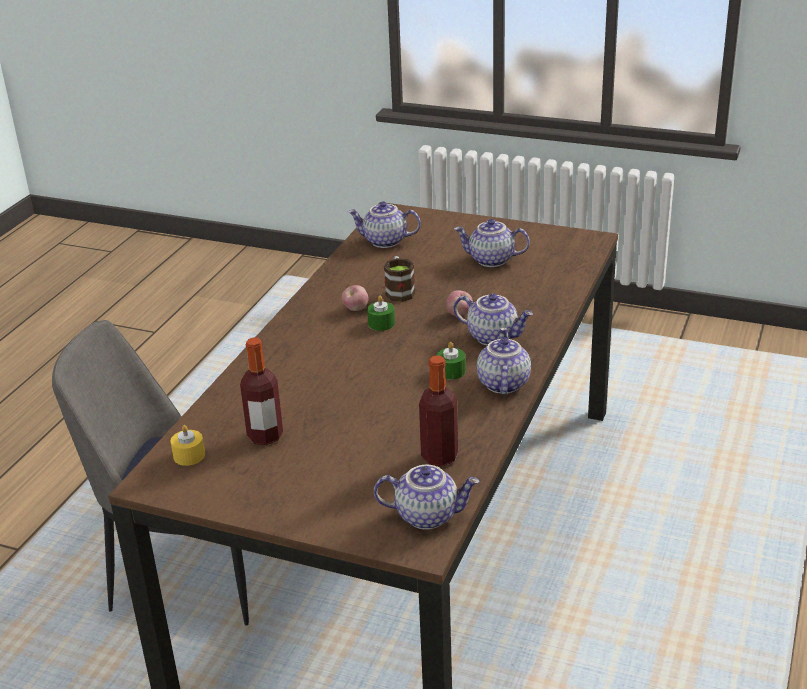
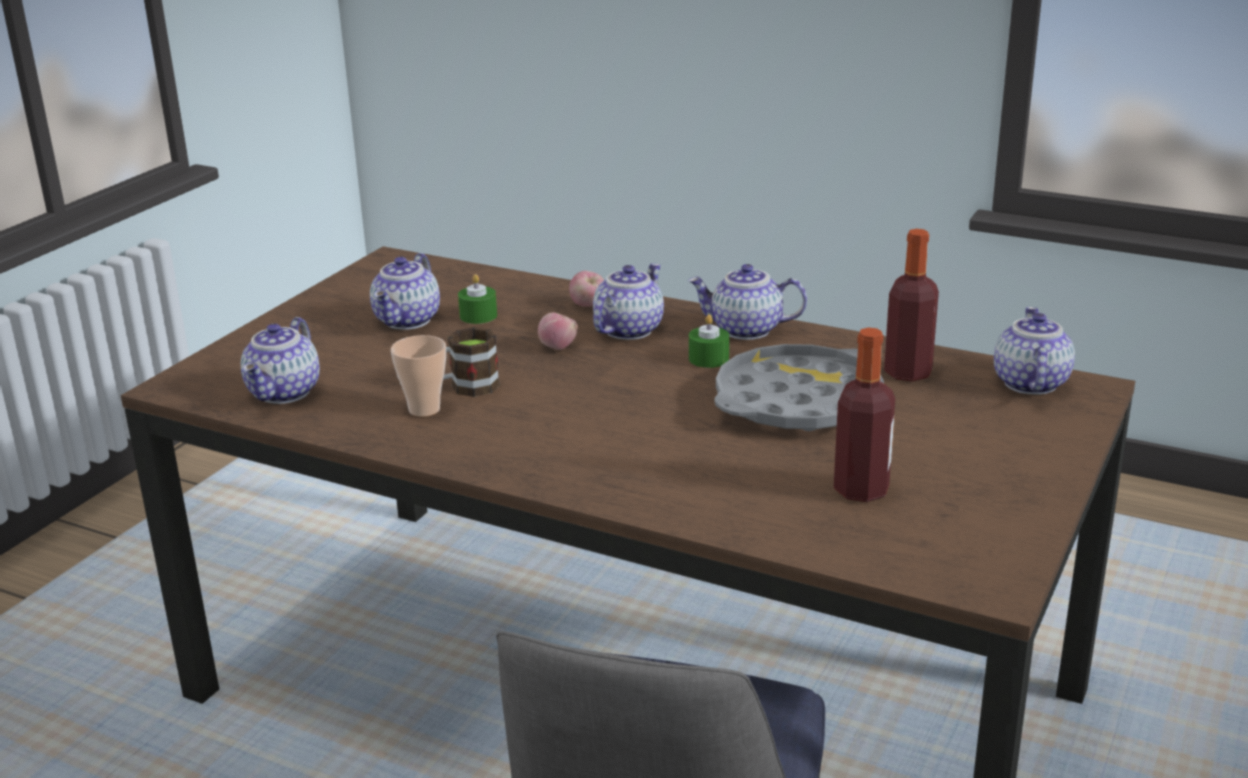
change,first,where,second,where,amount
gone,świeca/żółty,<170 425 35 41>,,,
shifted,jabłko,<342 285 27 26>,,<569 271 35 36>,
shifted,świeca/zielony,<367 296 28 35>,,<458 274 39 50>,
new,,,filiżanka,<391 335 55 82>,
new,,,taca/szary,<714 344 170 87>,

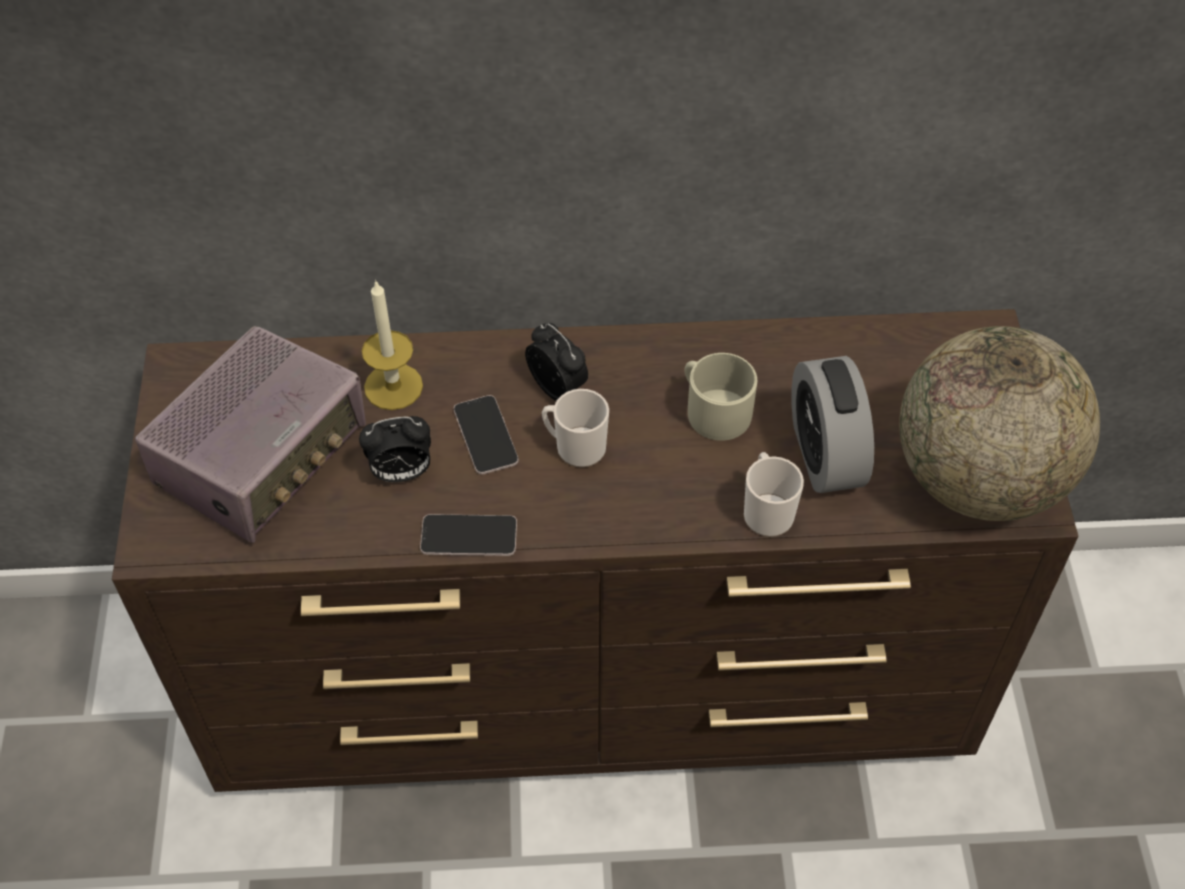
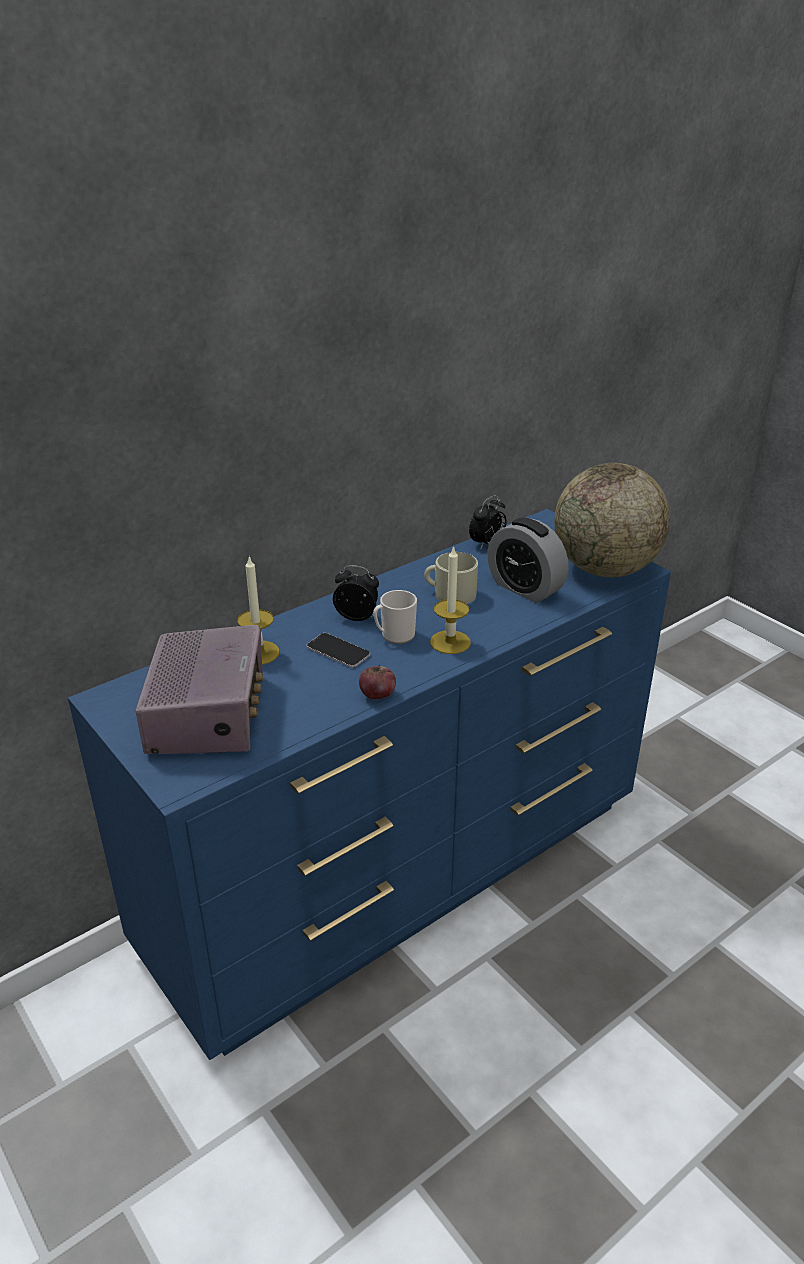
change,first,where,second,where,amount
repainted,komoda/brązowy,<112 309 966 483>,komoda/niebieski,<68 509 603 551>,
shifted,budzik,<359 416 72 66>,,<469 495 37 55>,
swapped,telefon,<420 514 97 42>,jabłko,<359 665 37 34>,
gone,kubek,<744 452 60 85>,,,
new,,,świeca,<430 546 41 108>,

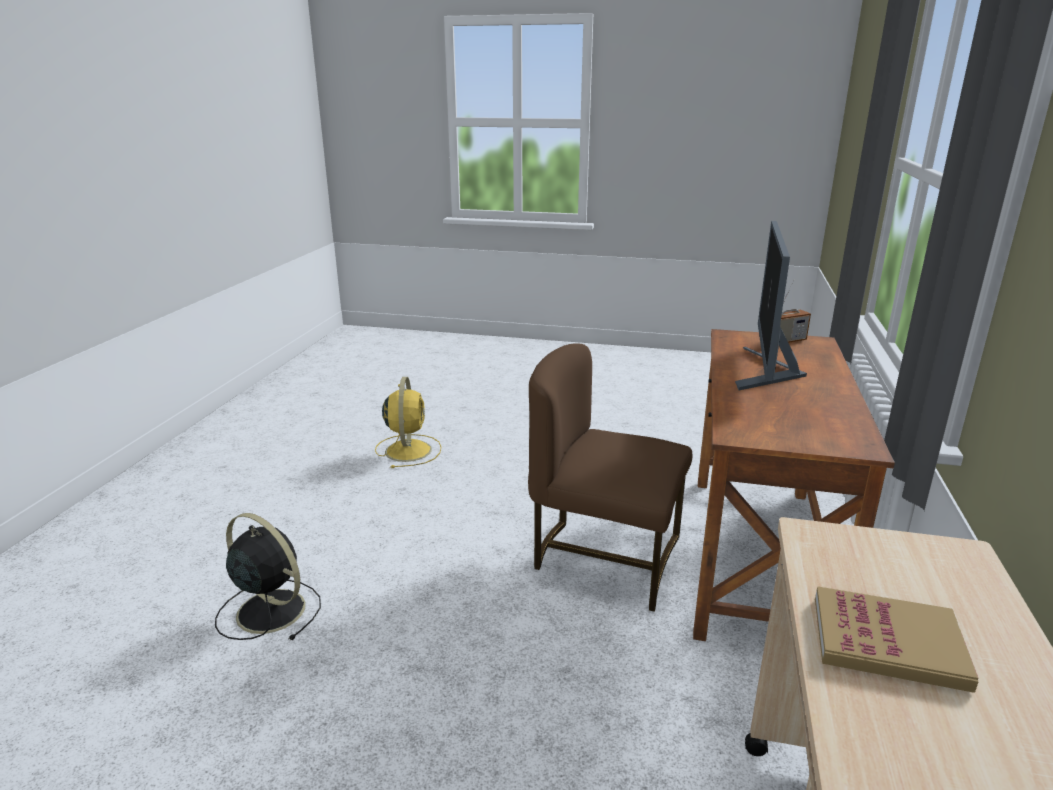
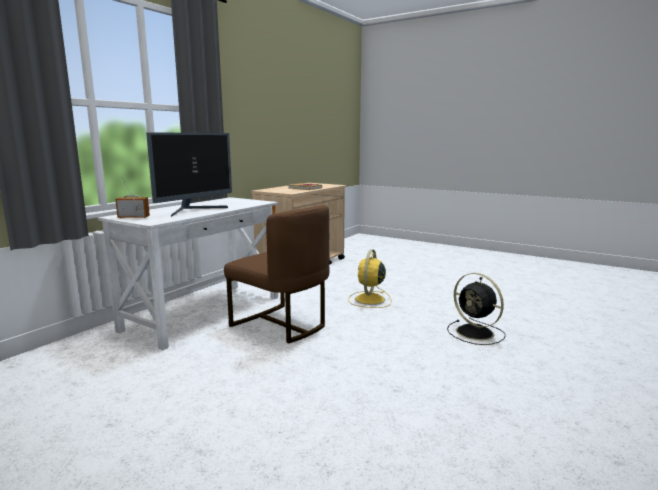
change,first,where,second,where,amount
shifted,wentylator/żółty,<375 377 66 91>,,<348 249 44 59>,
repainted,biurko/brązowy,<693 329 202 312>,biurko/biały,<98 197 180 153>,

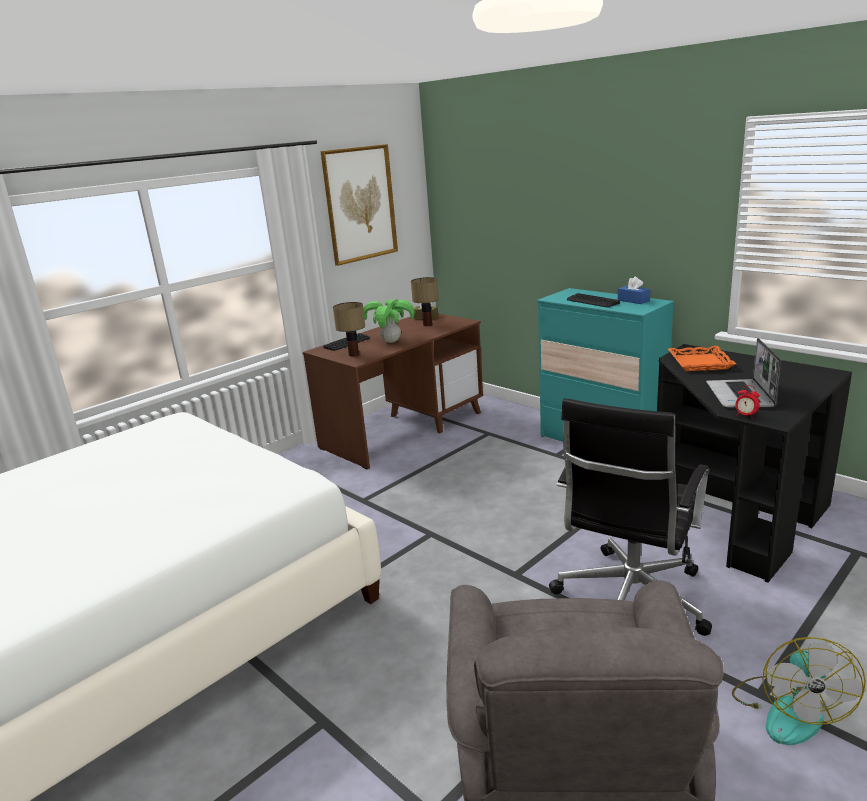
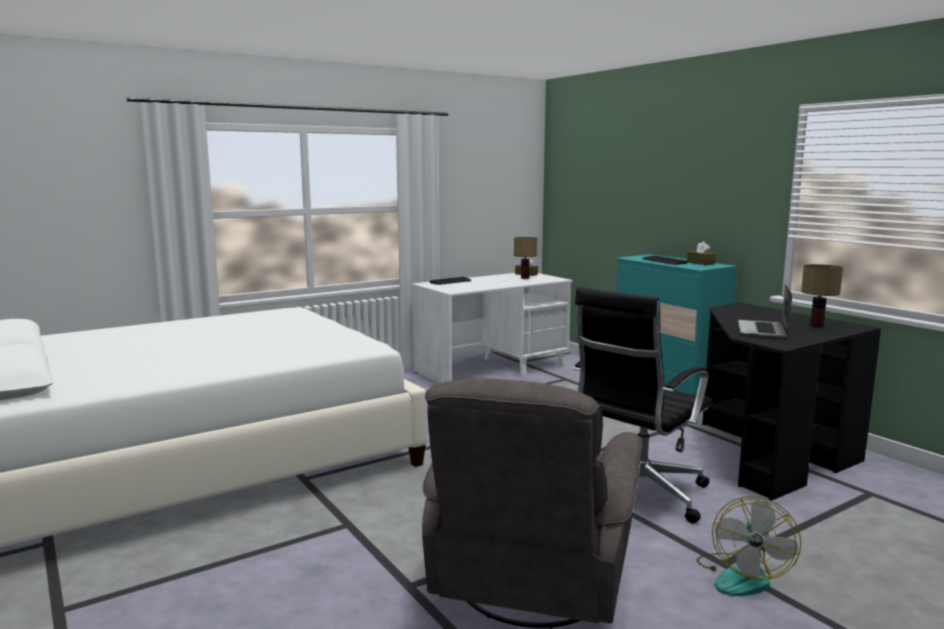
change,first,where,second,where,amount
repainted,biurko/brązowy,<303 314 180 155>,biurko/biały,<411 273 161 110>,
gone,obraz,<320 144 78 122>,,,
shifted,lampa stołowa,<333 302 32 55>,,<801 264 42 64>,
gone,roślina doniczkowa,<363 299 52 44>,,,
repainted,pudełko chusteczek/niebieski,<618 277 32 27>,pudełko chusteczek/brązowy,<687 242 29 23>,
gone,taca/pomarańczowy,<668 346 68 25>,,,
gone,budzik,<735 385 25 34>,,,

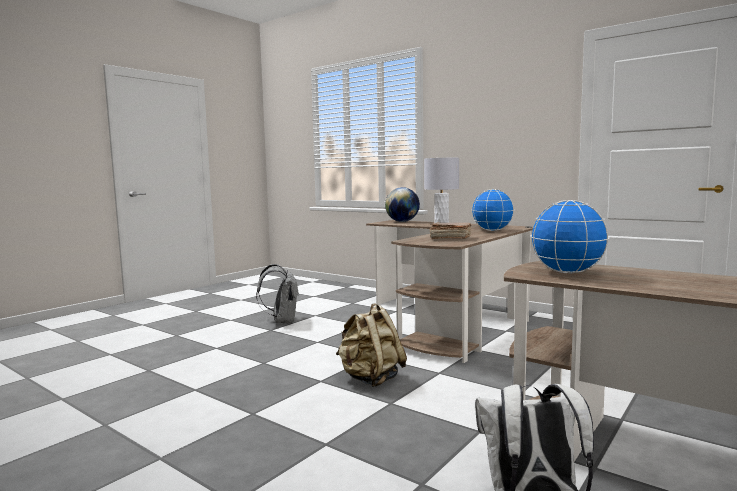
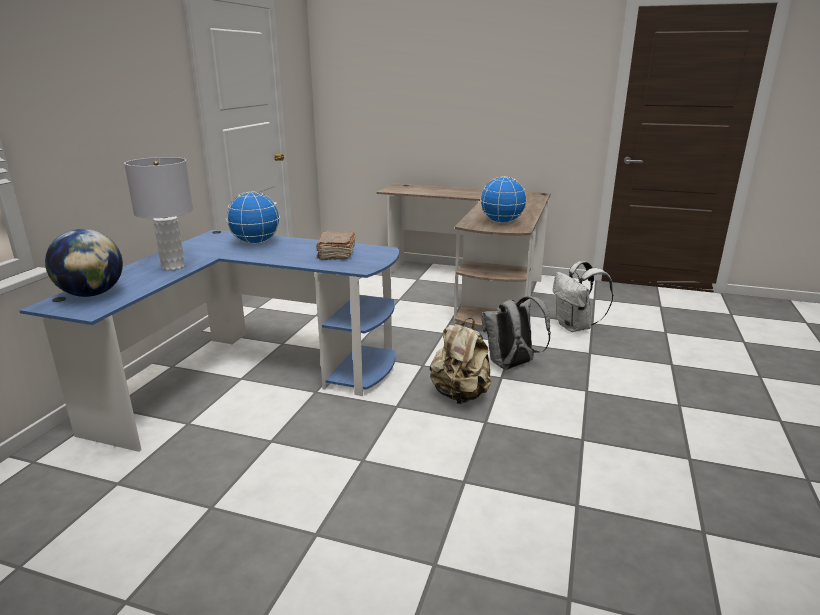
change,first,where,second,where,amount
shifted,plecak/szary,<256 264 43 60>,,<482 296 69 73>,
repainted,biurko/brązowy,<366 220 167 143>,biurko/niebieski,<19 230 380 222>,

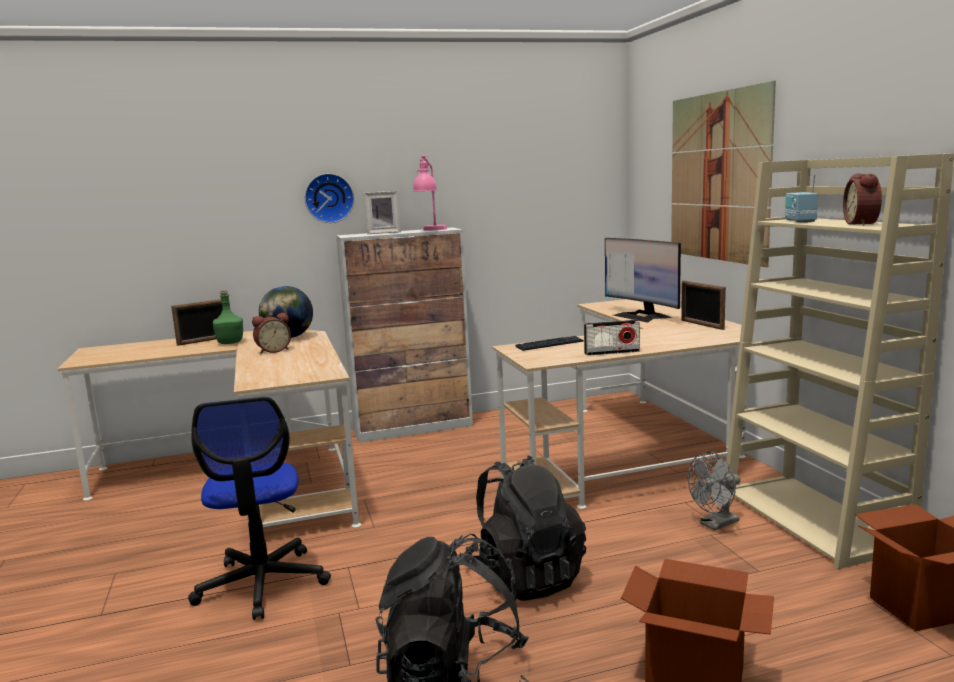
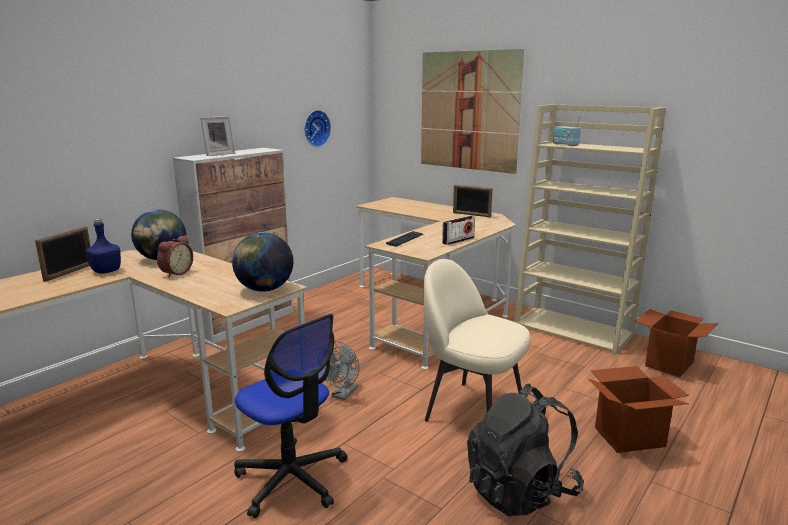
change,first,where,second,where,amount
repainted,butelka/zielony,<213 290 30 54>,butelka/niebieski,<86 219 35 55>,
shifted,zegar ścienny,<305 173 49 50>,,<305 110 26 37>,
gone,lampa stołowa/różowy,<413 155 34 76>,,,
swapped,plecak/czarny,<465 455 121 146>,krzesło/beżowy,<423 259 108 163>,
gone,monitor,<605 238 76 85>,,,
shifted,wentylator/szary,<688 452 53 78>,,<326 341 33 59>,
gone,budzik,<843 173 39 53>,,,
new,,,globus,<232 232 61 60>,

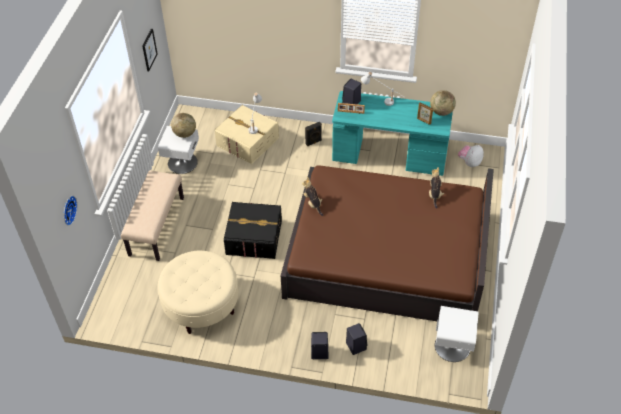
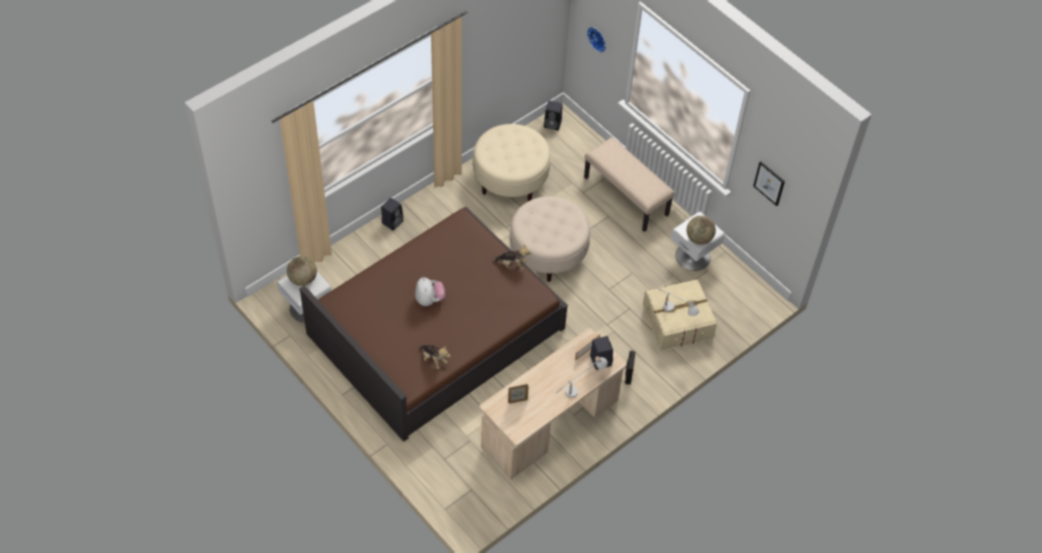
change,first,where,second,where,amount
swapped,pojemnik do przechowywania/czarny,<224 201 58 58>,pufa/beżowy,<510 196 81 86>,
repainted,biurko/turkusowy,<332 91 121 85>,biurko/beżowy,<479 328 148 152>,
shifted,głośnik/czarny,<346 323 21 32>,,<544 101 19 29>,
shifted,globus,<430 90 26 26>,,<287 256 30 30>,
shifted,pluszak,<458 145 26 22>,,<415 277 30 29>,

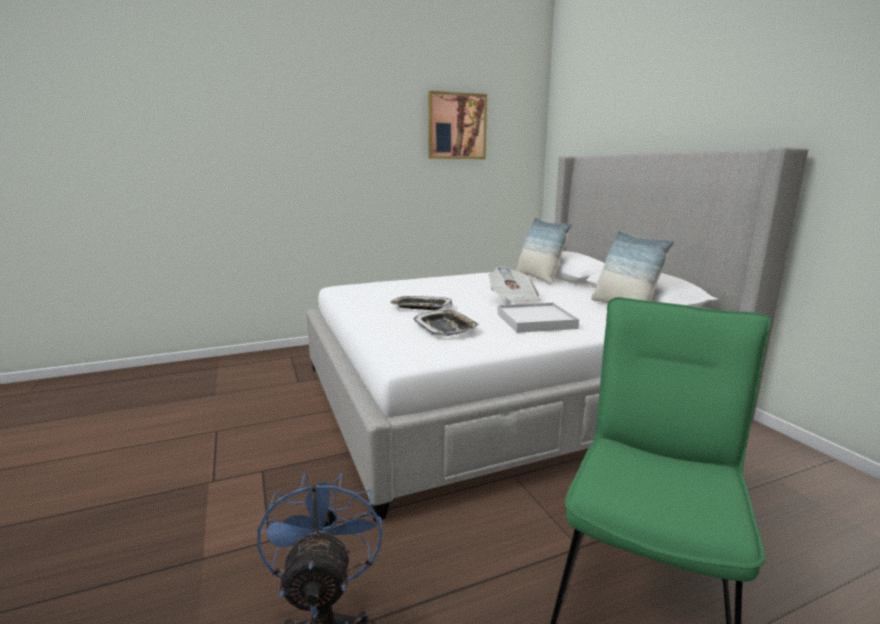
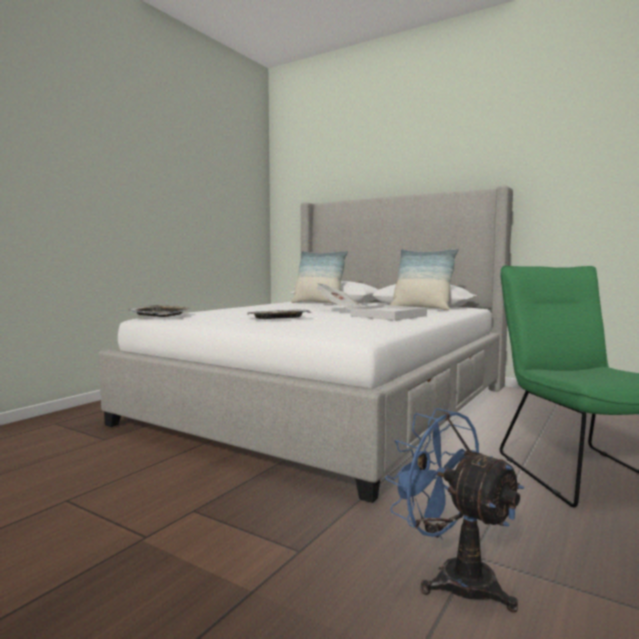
change,first,where,second,where,amount
shifted,taca,<413 310 66 26>,,<129 305 62 12>,
gone,obraz,<428 91 59 68>,,,

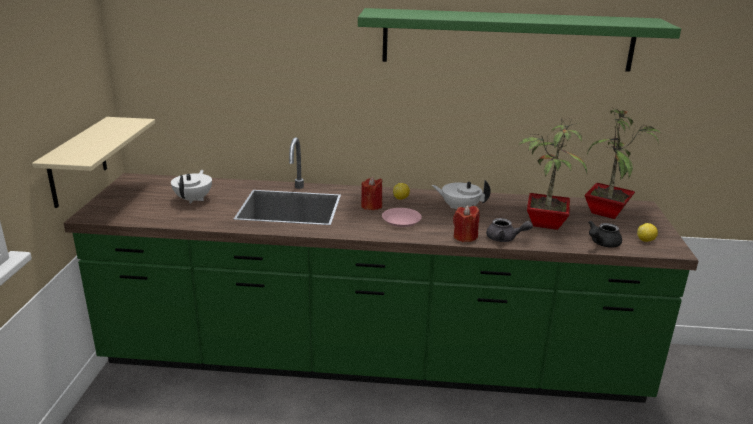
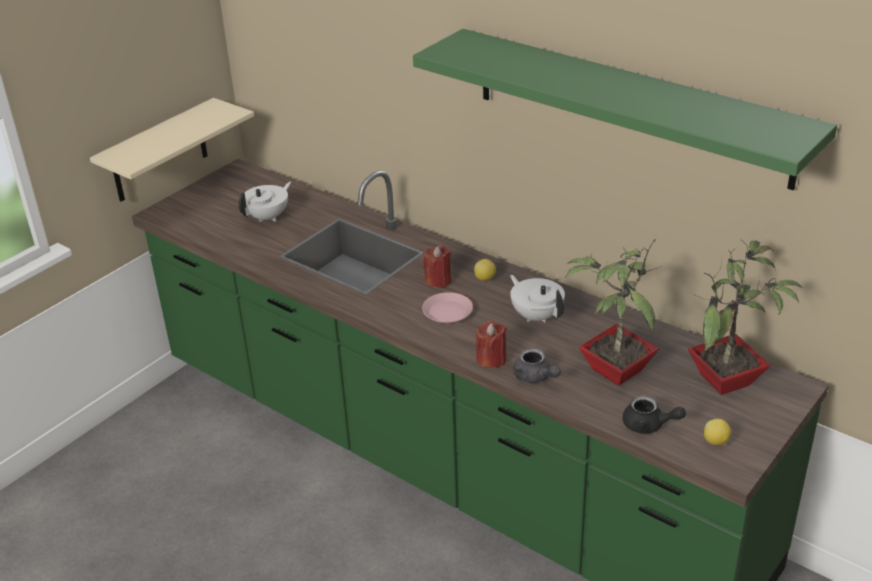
change,first,where,second,where,amount
rotated,imbryk/czarny,<588 221 34 27>,,<623 396 63 38>,150 degrees counterclockwise

